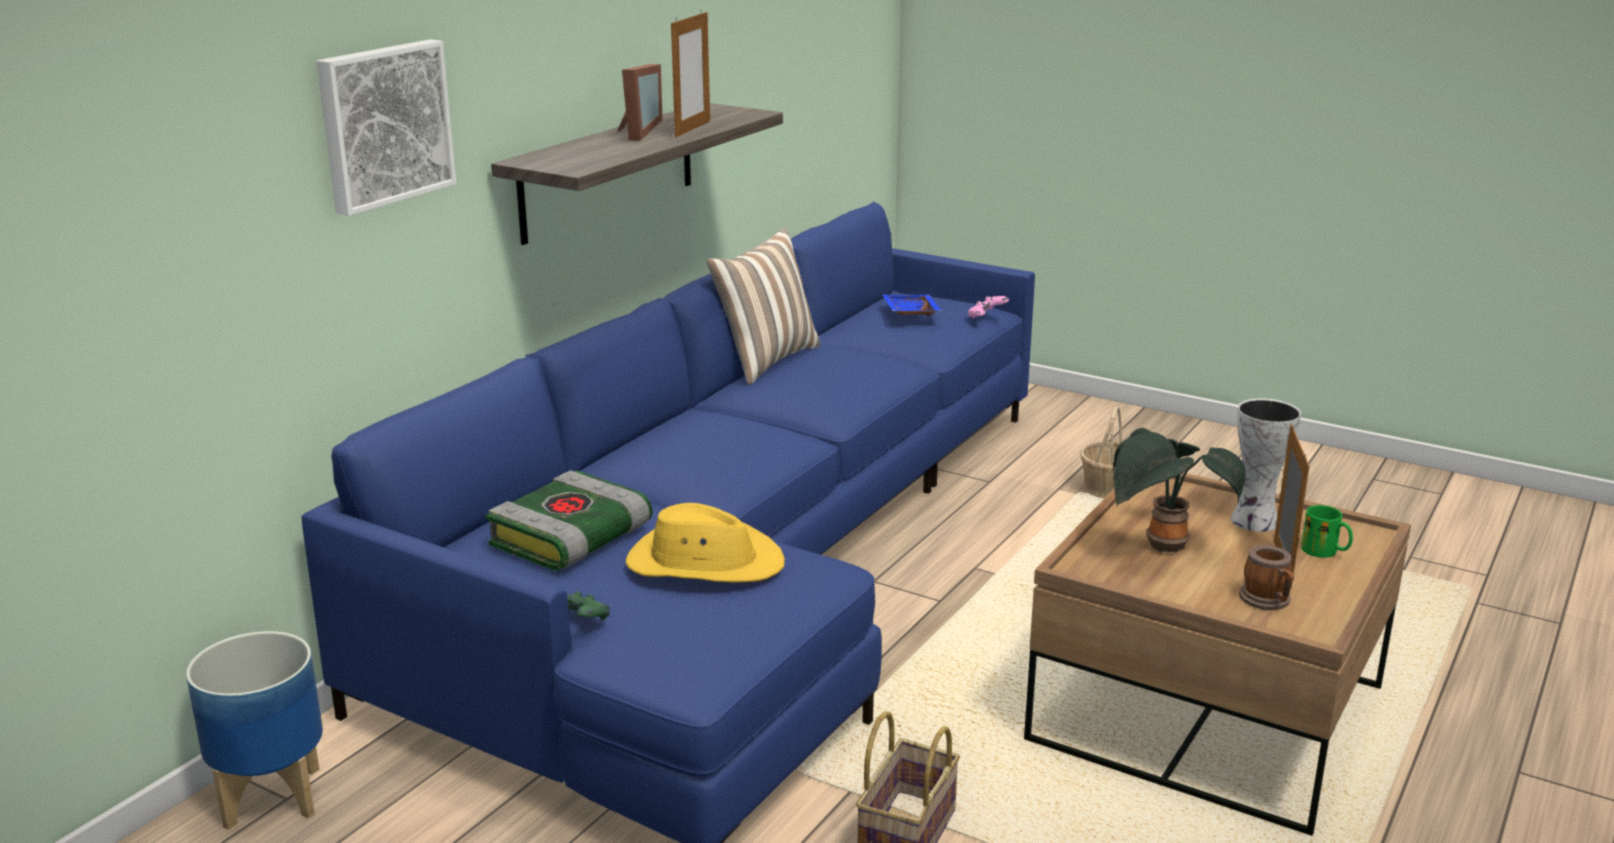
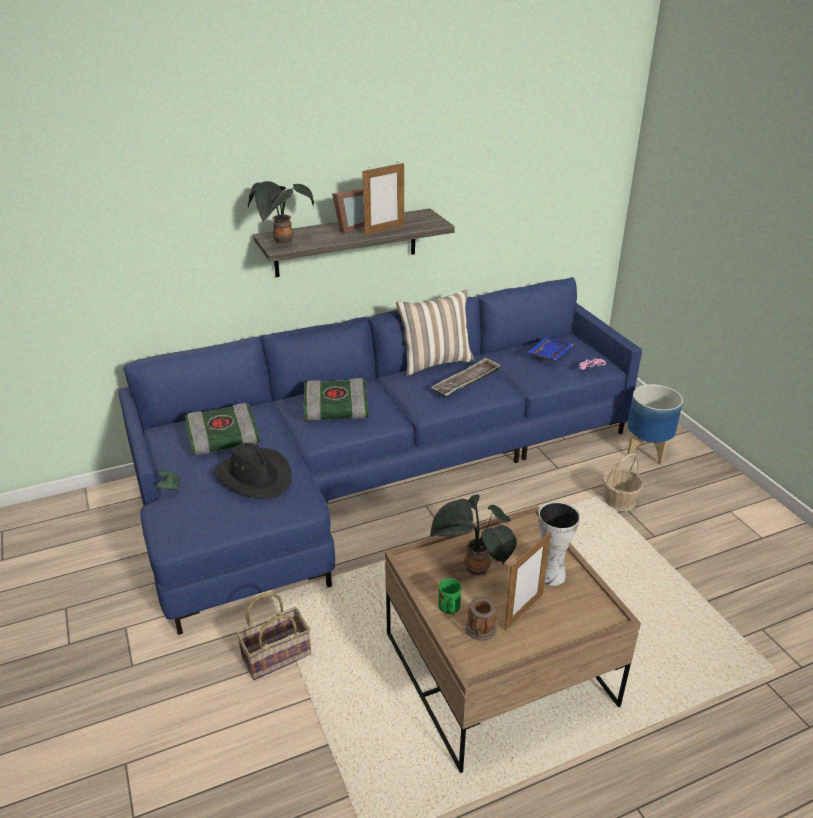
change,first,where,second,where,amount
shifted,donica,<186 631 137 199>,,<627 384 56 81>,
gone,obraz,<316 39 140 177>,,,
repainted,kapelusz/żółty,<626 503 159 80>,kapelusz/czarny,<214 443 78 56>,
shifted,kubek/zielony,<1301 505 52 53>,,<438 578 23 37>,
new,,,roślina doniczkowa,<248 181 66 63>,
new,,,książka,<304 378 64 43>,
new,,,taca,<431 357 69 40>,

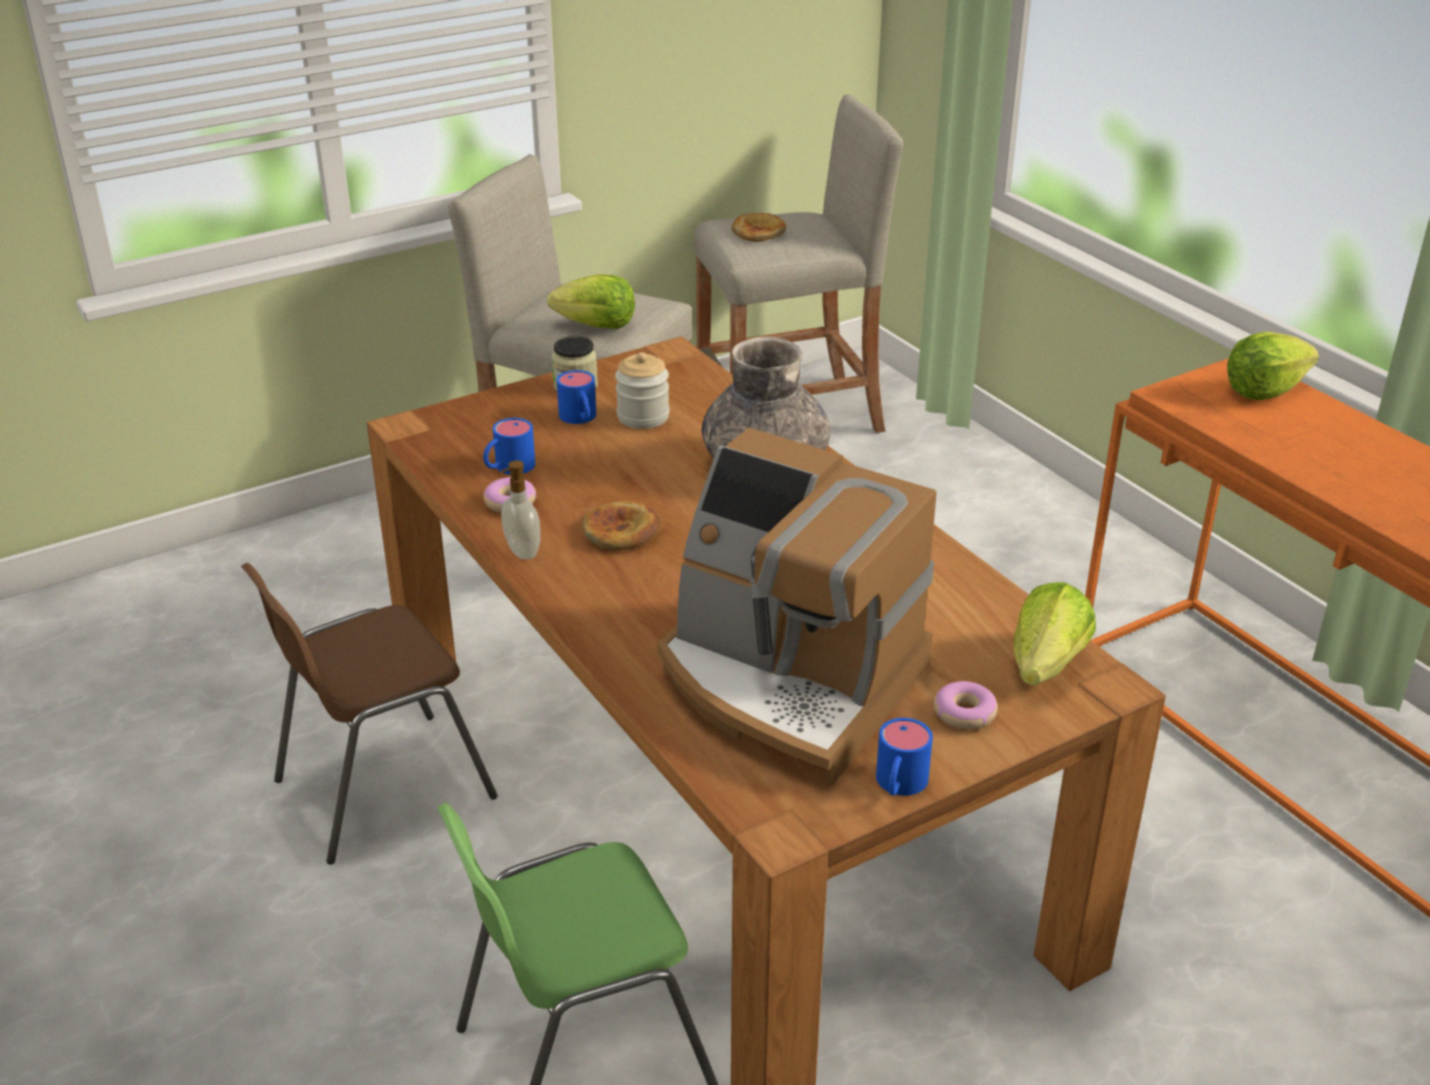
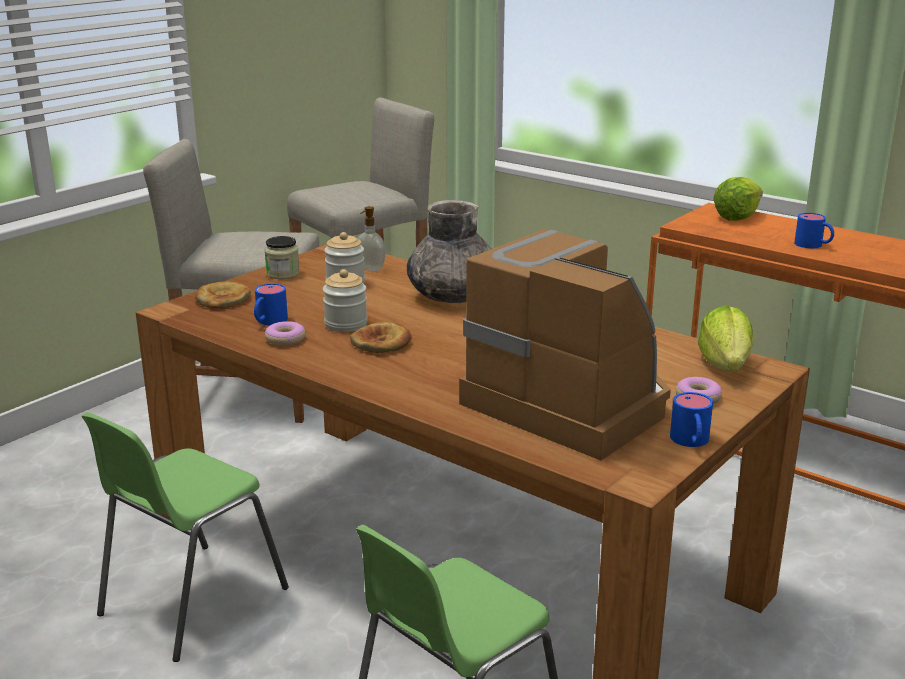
change,first,where,second,where,amount
repainted,krzesło/brązowy,<241 563 257 302>,krzesło/zielony,<82 412 207 250>,
shifted,dozownik mydła,<498 461 42 99>,,<357 206 29 65>,
gone,sałata,<547 274 88 55>,,,
shifted,kubek/niebieski,<557 370 39 54>,,<794 213 40 35>,
rotated,ekspres do kawy,<658 428 279 356>,,<459 229 212 232>,150 degrees counterclockwise
shifted,chleb,<732 213 54 29>,,<195 281 56 28>,
new,,,słoik,<323 269 44 63>,

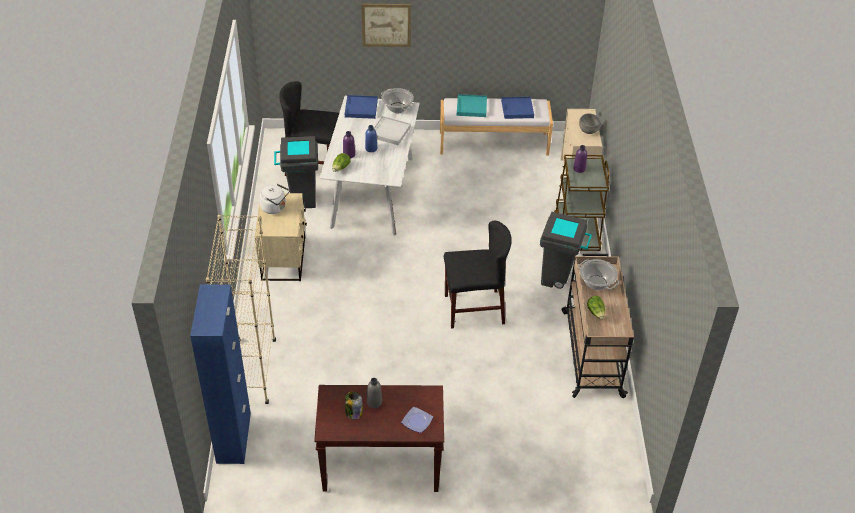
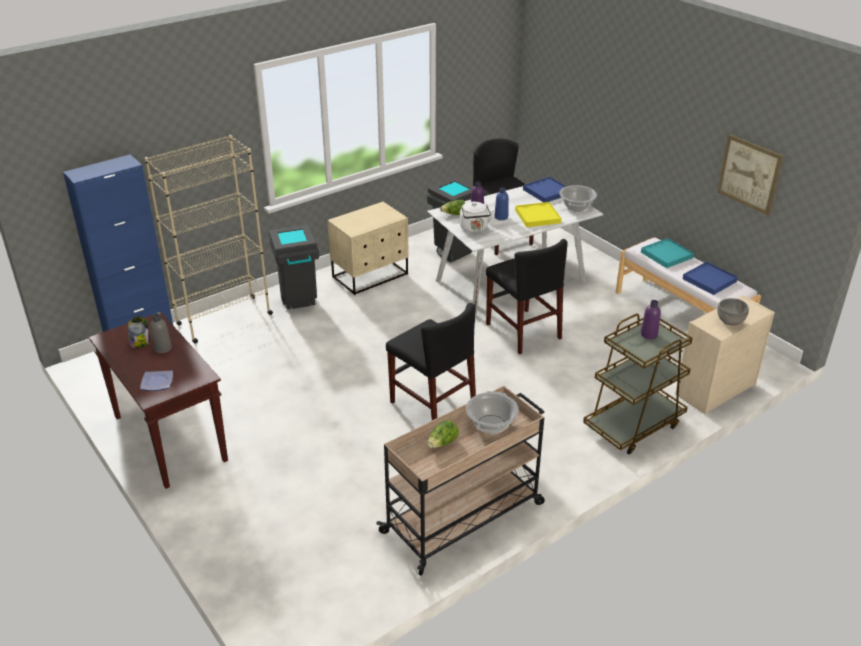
change,first,where,second,where,amount
shifted,czajnik/biały,<259 184 31 30>,,<460 202 34 31>,
shifted,obraz,<361 4 50 43>,,<717 134 66 81>,
repainted,taca/biały,<374 116 37 29>,taca/żółty,<515 202 46 25>,
shifted,kosz na śmieci/szary,<540 212 52 77>,,<269 225 50 85>,
new,,,krzesło/czarny,<486 239 81 115>,

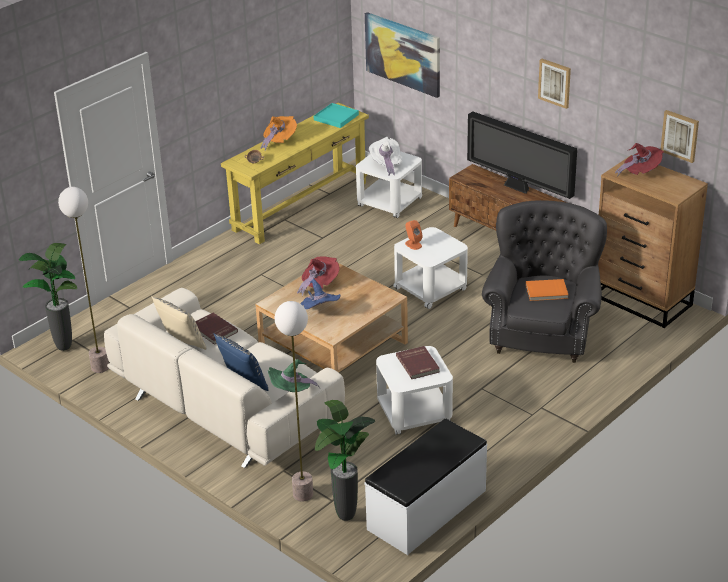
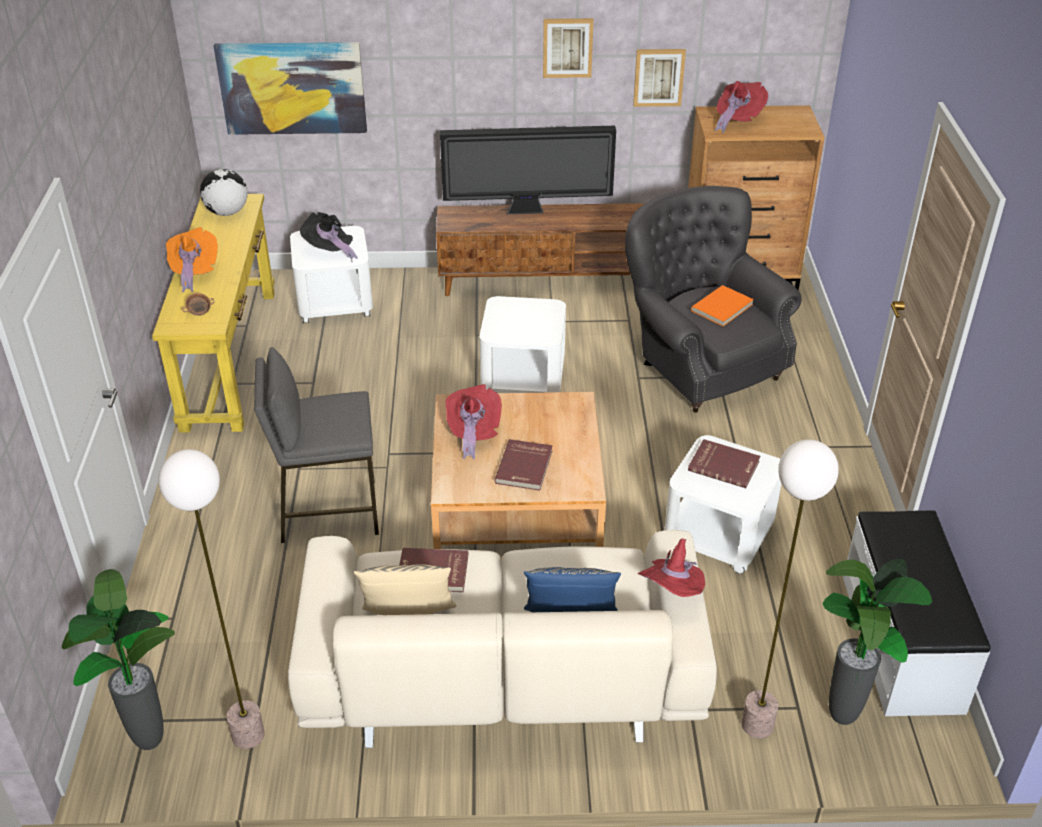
change,first,where,second,where,amount
repainted,kapelusz/zielony,<267 359 53 33>,kapelusz/czerwony,<638 538 67 59>,
swapped,kapelusz/niebieski,<300 279 40 30>,książka/czerwony,<494 439 59 51>,
swapped,taca/turkusowy,<314 103 45 25>,globus,<200 169 48 47>,
repainted,kapelusz/biały,<369 137 34 39>,kapelusz/czarny,<300 212 58 50>,
gone,głośnik/pomarańczowy,<405 220 18 30>,,,
shifted,obraz,<661 110 38 53>,,<633 49 53 58>,
new,,,stołek/szary,<254 347 125 196>,

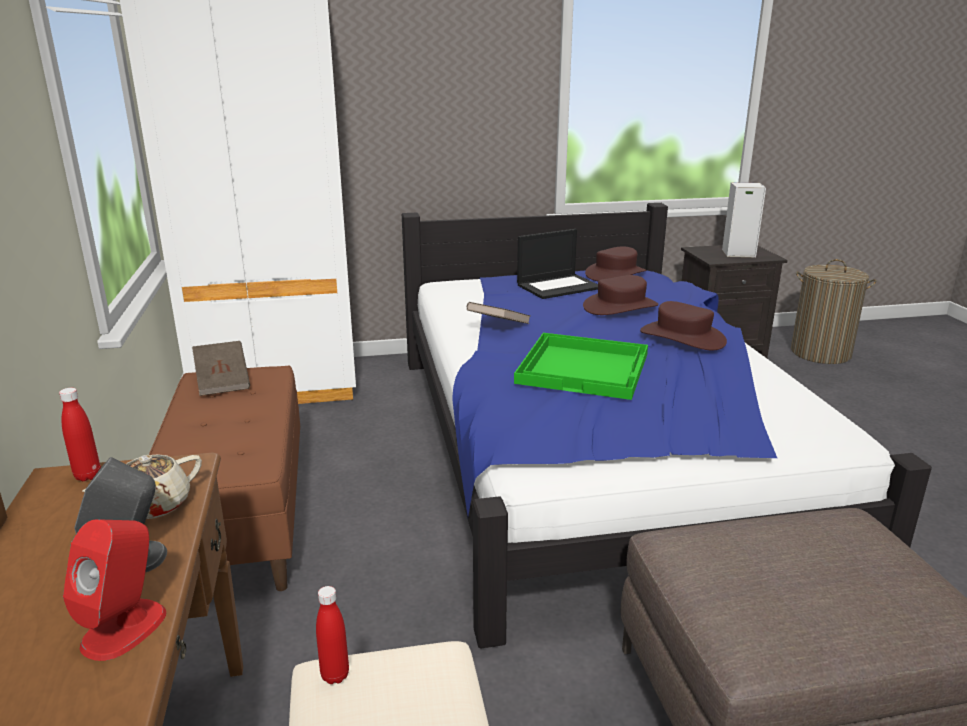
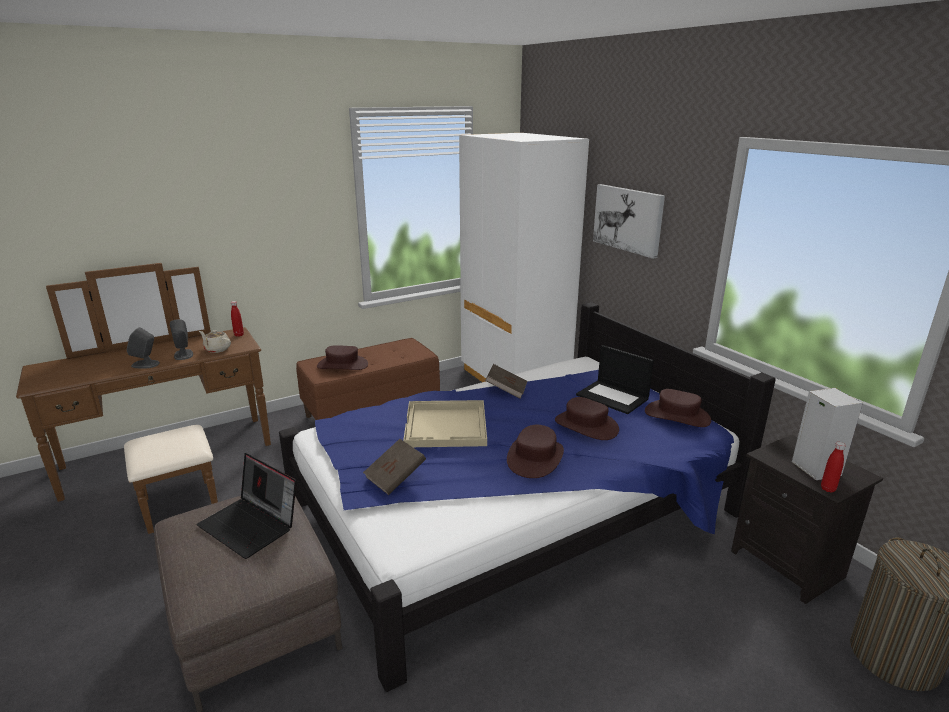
change,first,where,second,where,amount
repainted,głośnik/czerwony,<63 519 103 142>,głośnik/szary,<126 327 34 42>,
shifted,książka/brązowy,<192 341 58 55>,,<363 439 63 56>,
shifted,butelka/czerwony,<316 586 33 98>,,<821 442 25 51>,
repainted,taca/zielony,<514 333 134 67>,taca/beżowy,<403 400 84 47>,
new,,,laptop,<197 453 100 106>,
new,,,kapelusz/brązowy,<317 345 51 25>,
new,,,obraz,<593 184 72 75>,

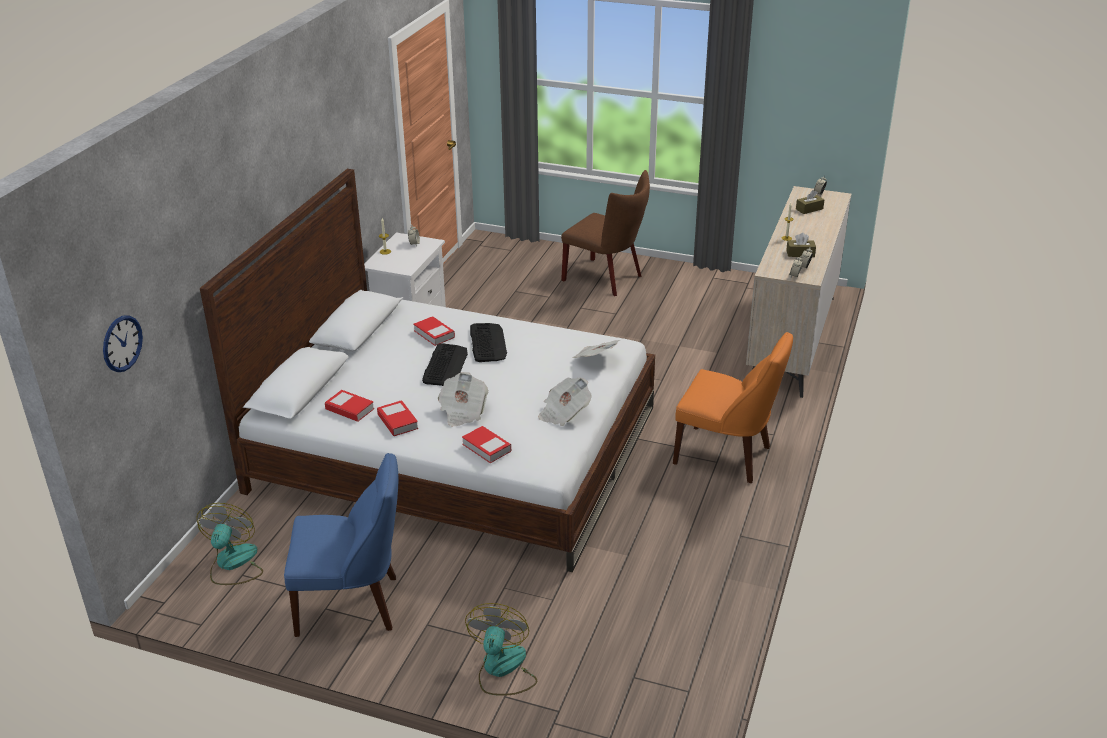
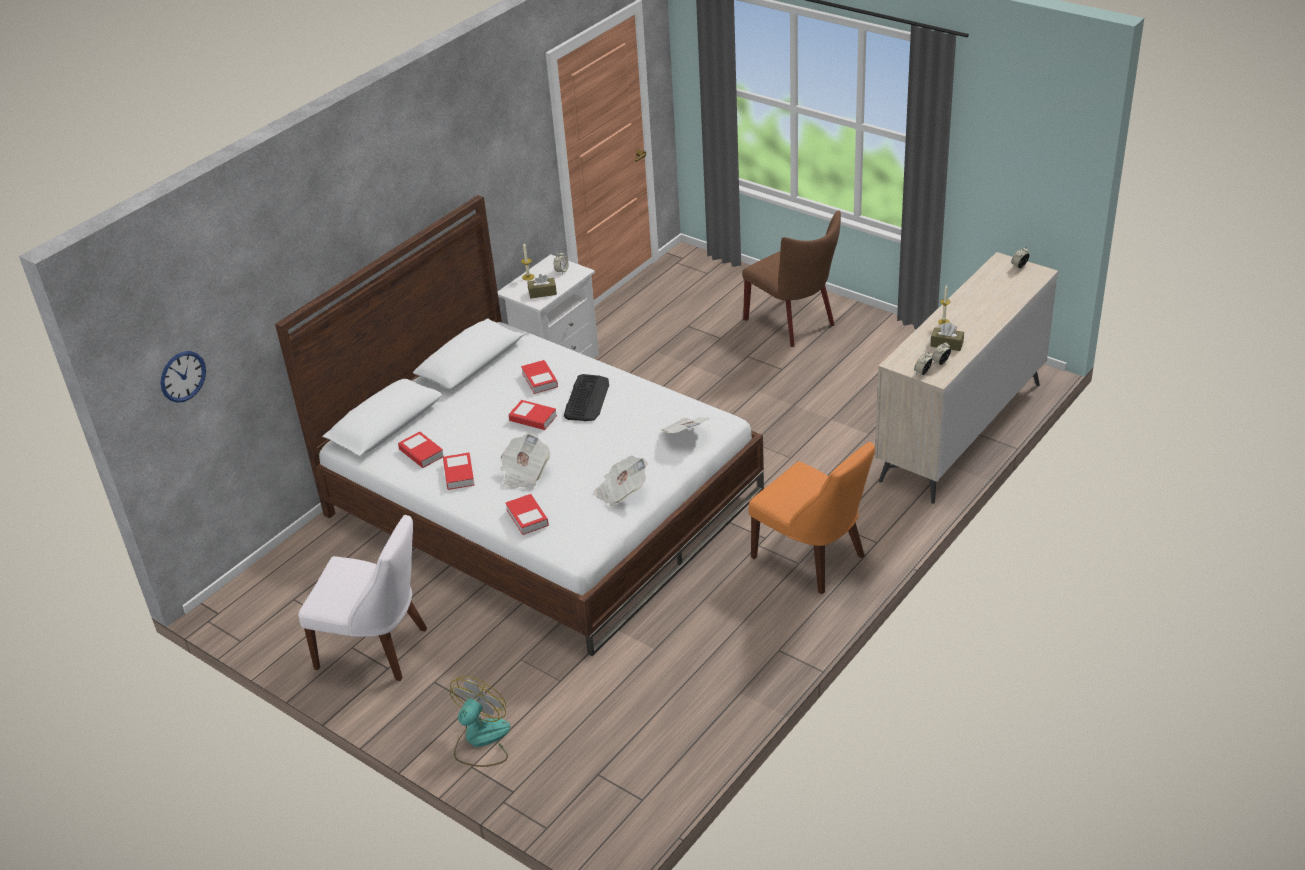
change,first,where,second,where,amount
gone,wentylator,<197 503 66 82>,,,
repainted,krzesło/niebieski,<284 453 114 184>,krzesło/biały,<298 515 129 166>,
swapped,klawiatura,<422 343 46 43>,książka,<509 400 48 30>,
shifted,pudełko chusteczek/brązowy,<796 190 29 24>,,<528 274 29 25>,

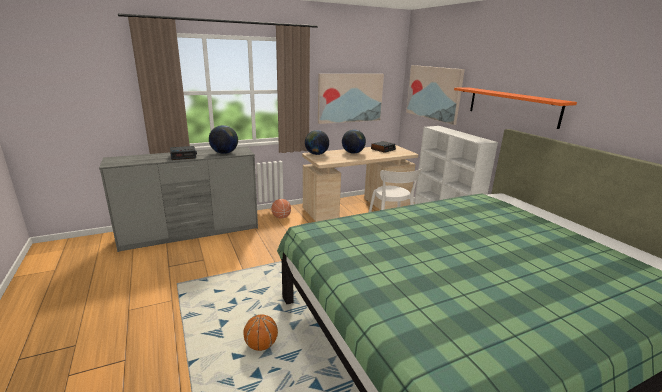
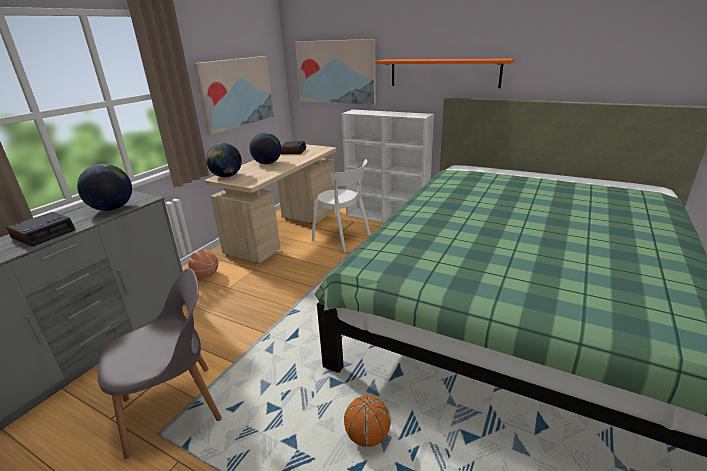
change,first,where,second,where,amount
new,,,krzesło/szary,<97 268 125 191>,

